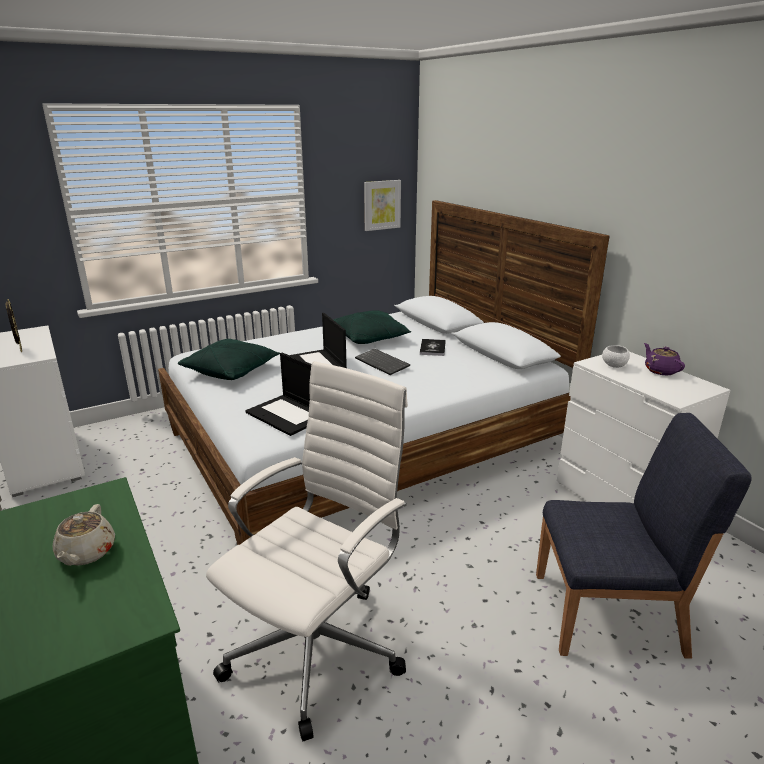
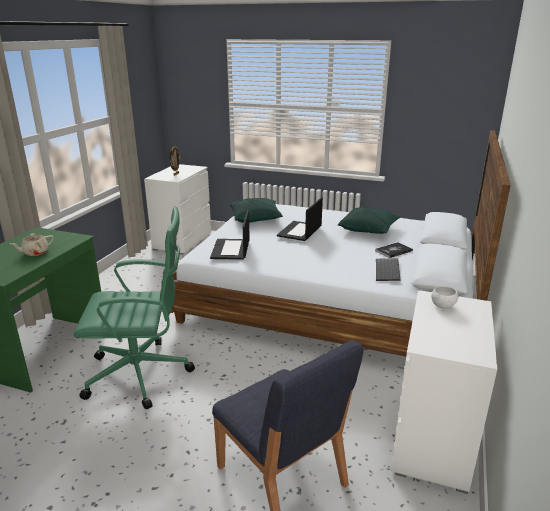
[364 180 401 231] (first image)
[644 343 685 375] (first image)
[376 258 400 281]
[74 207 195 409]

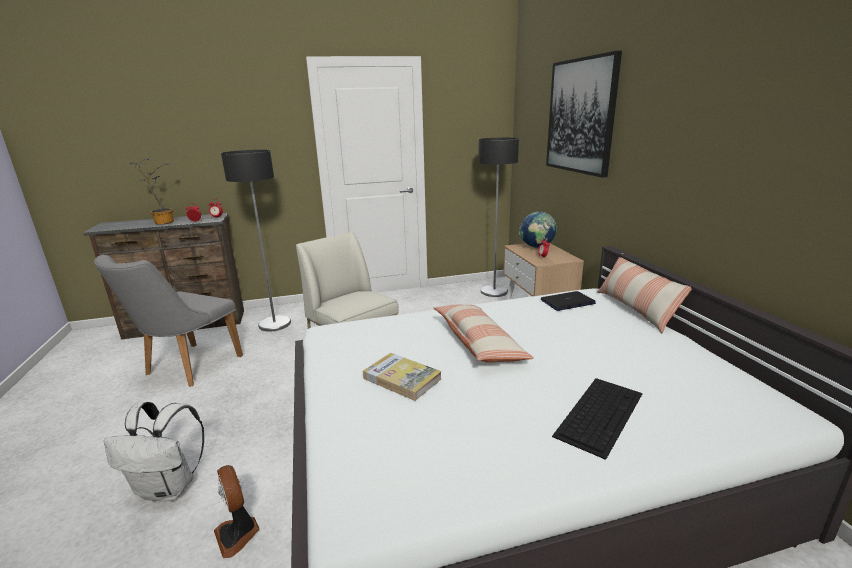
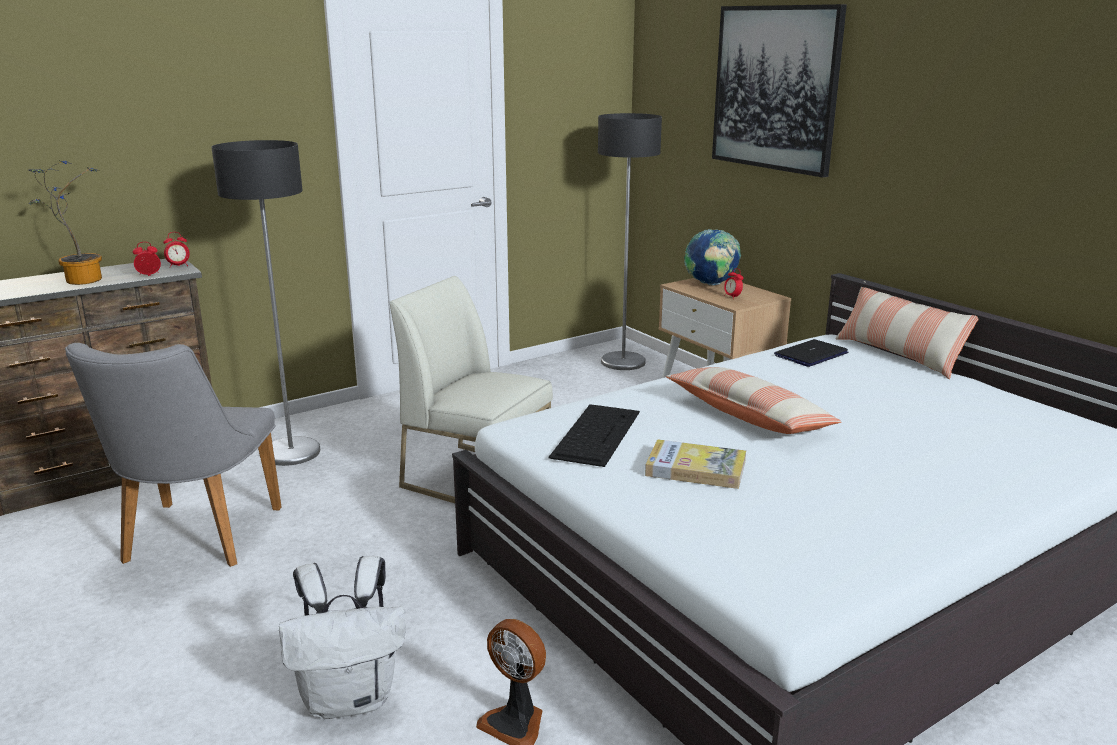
[549 404 640 467]

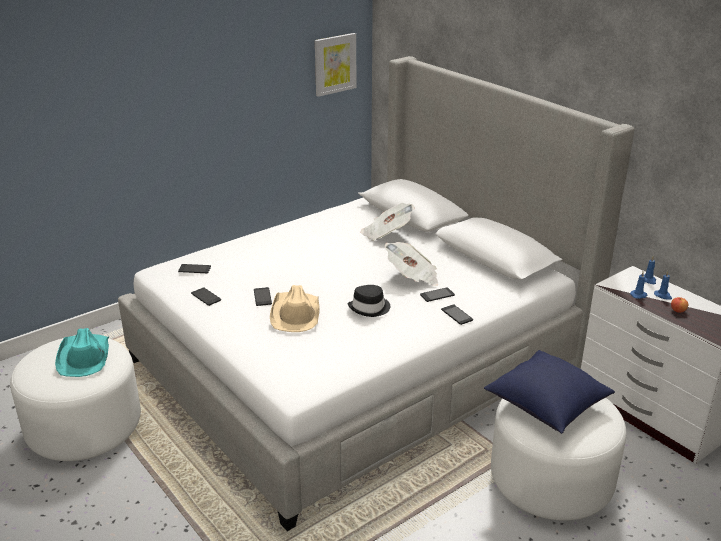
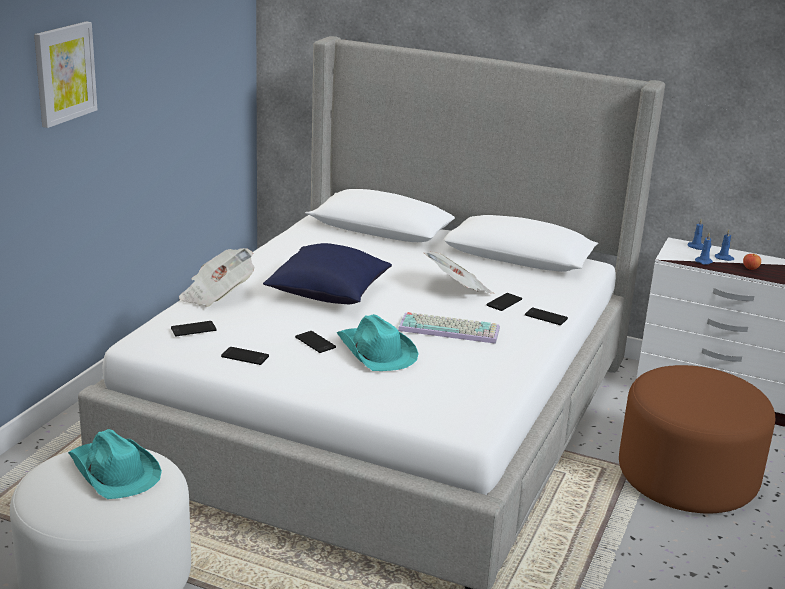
[34 21 97 128]
[179 248 255 307]
[337 314 419 371]
[398 312 500 344]
[263 243 392 304]
[619 365 775 513]

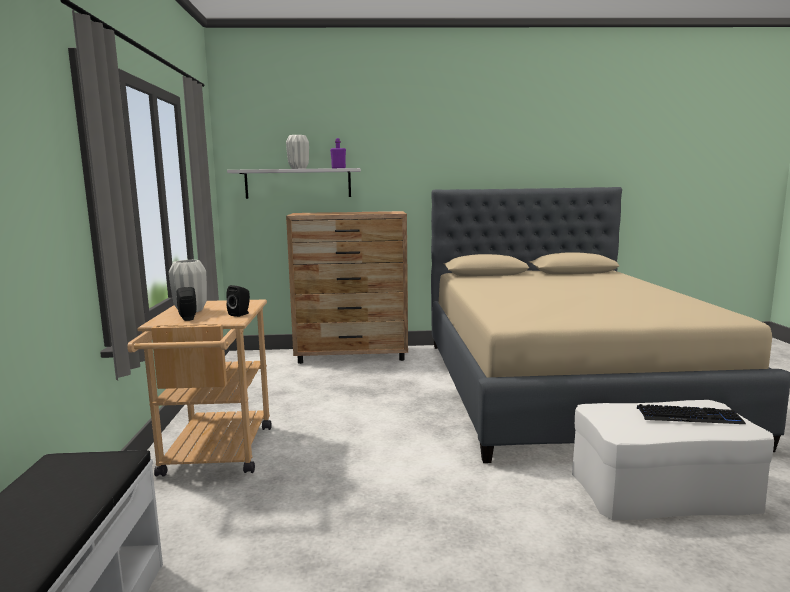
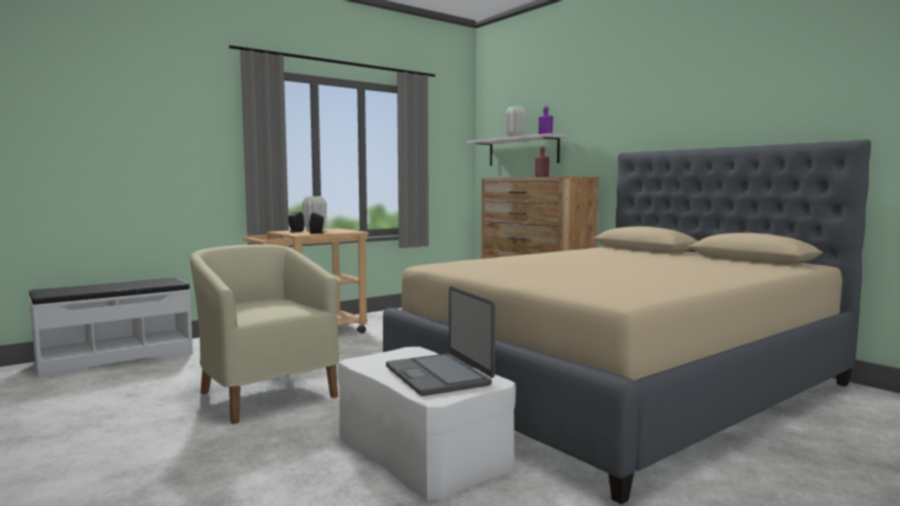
[386 286 496 396]
[535 146 549 177]
[190 244 339 424]

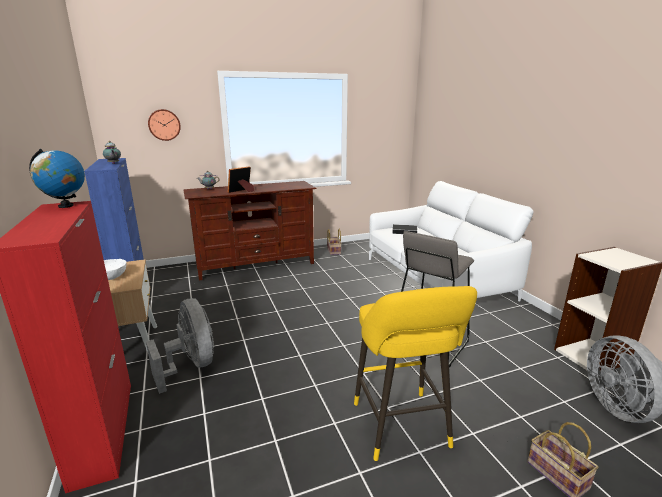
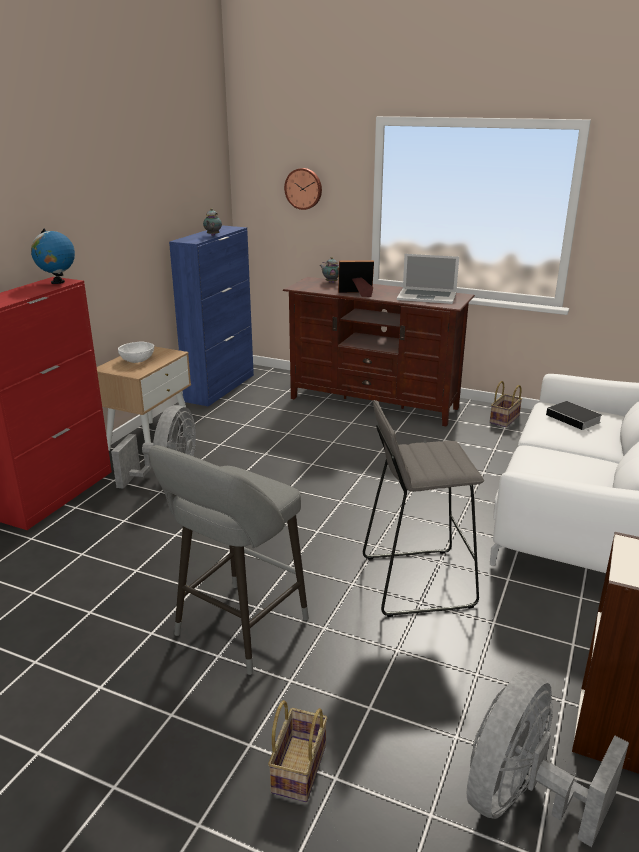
[149 445 309 675]
[397 254 459 304]

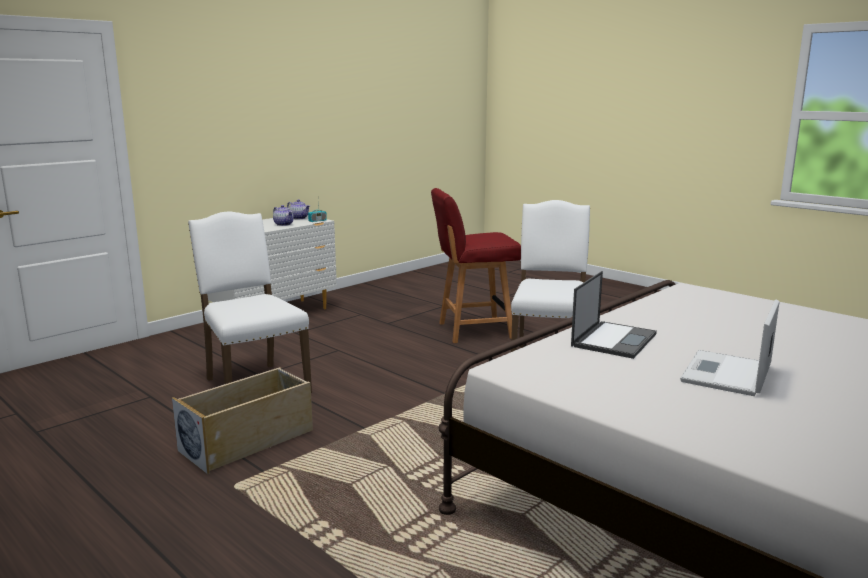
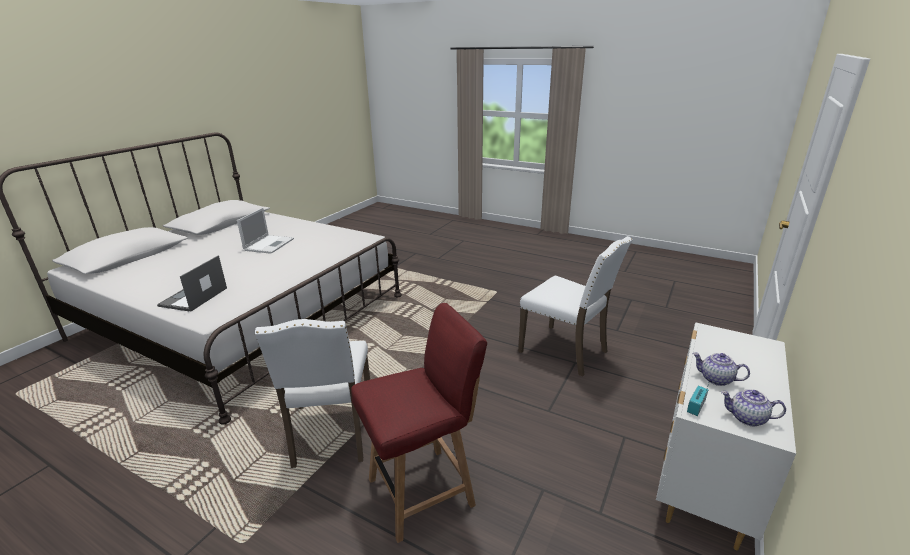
[157 255 227 312]
[172 367 313 474] (first image)

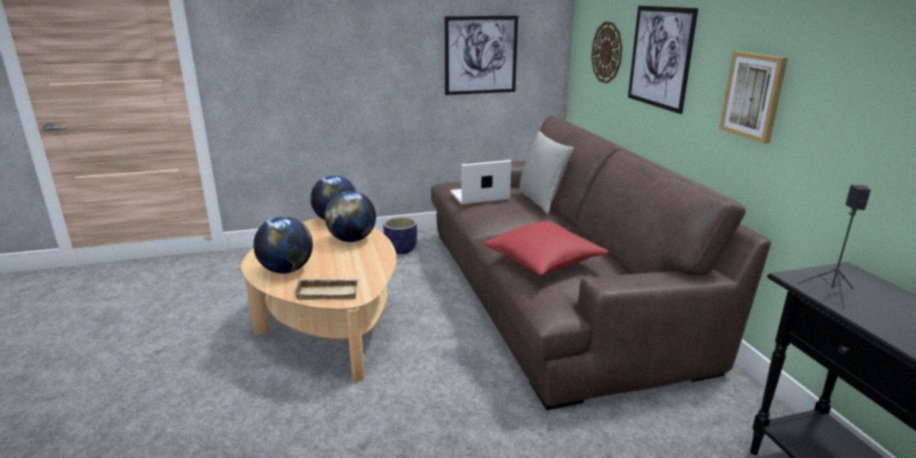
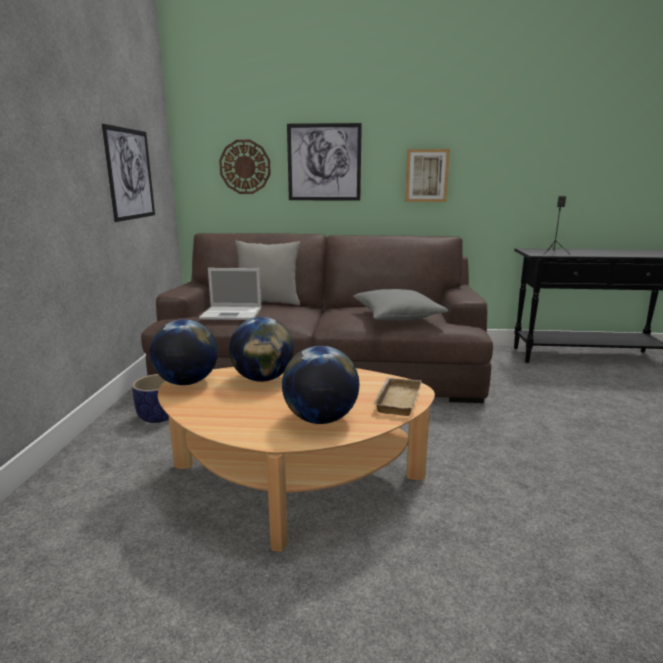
[199 268 261 320]
[353 289 448 321]

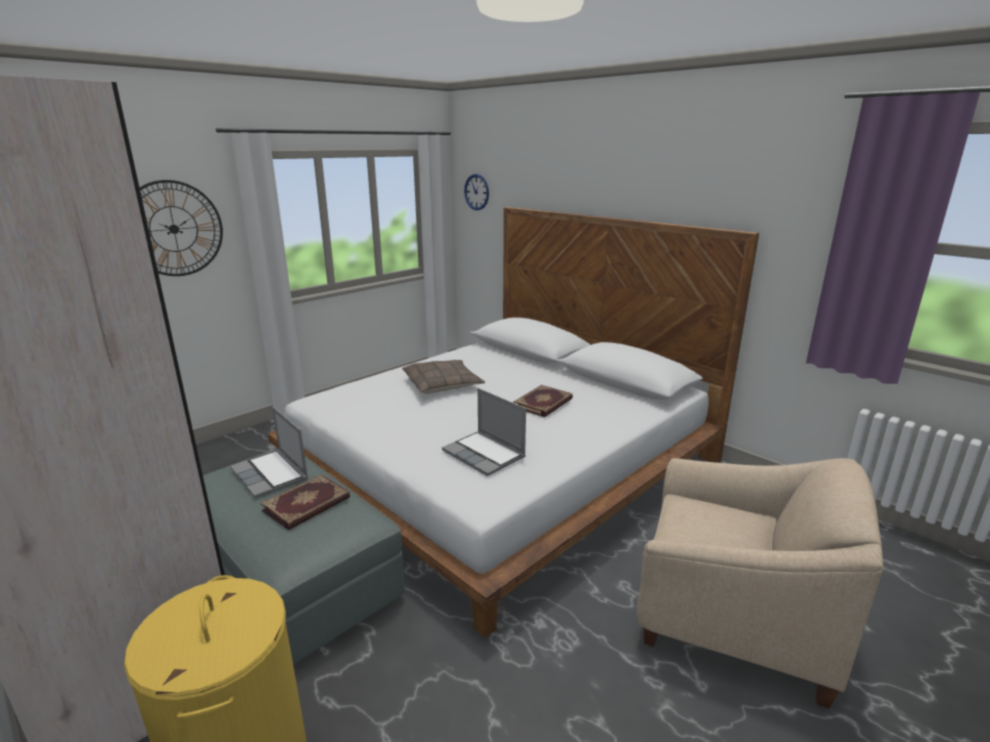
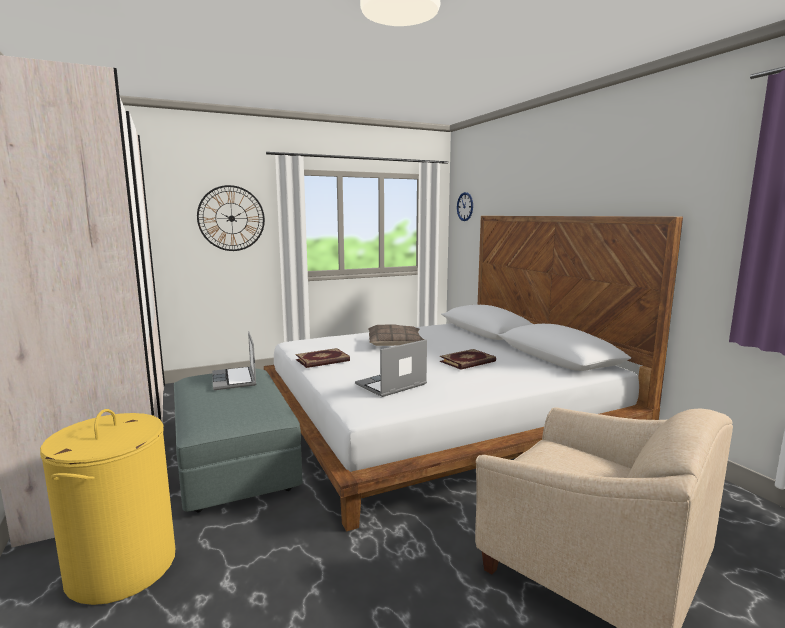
[355 339 427 397]
[296 348 350 368]

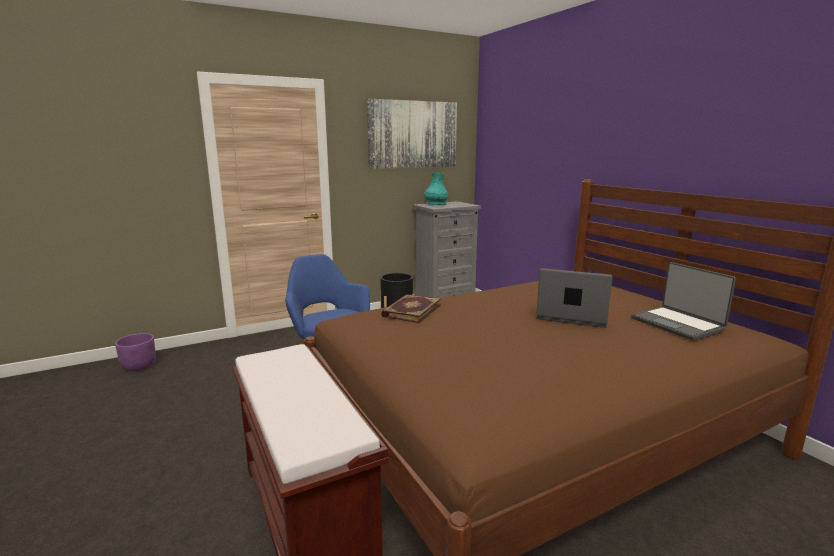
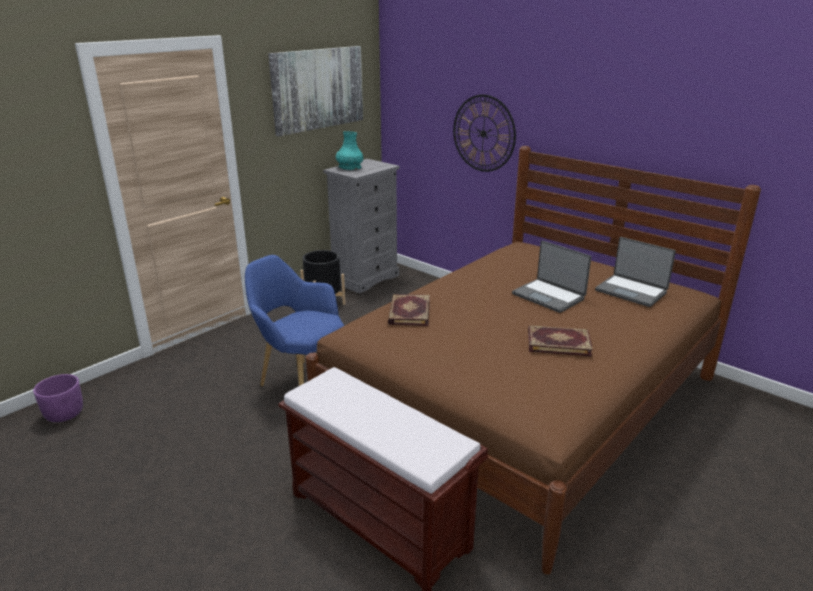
[512 241 591 313]
[453 94 516 172]
[528 325 593 357]

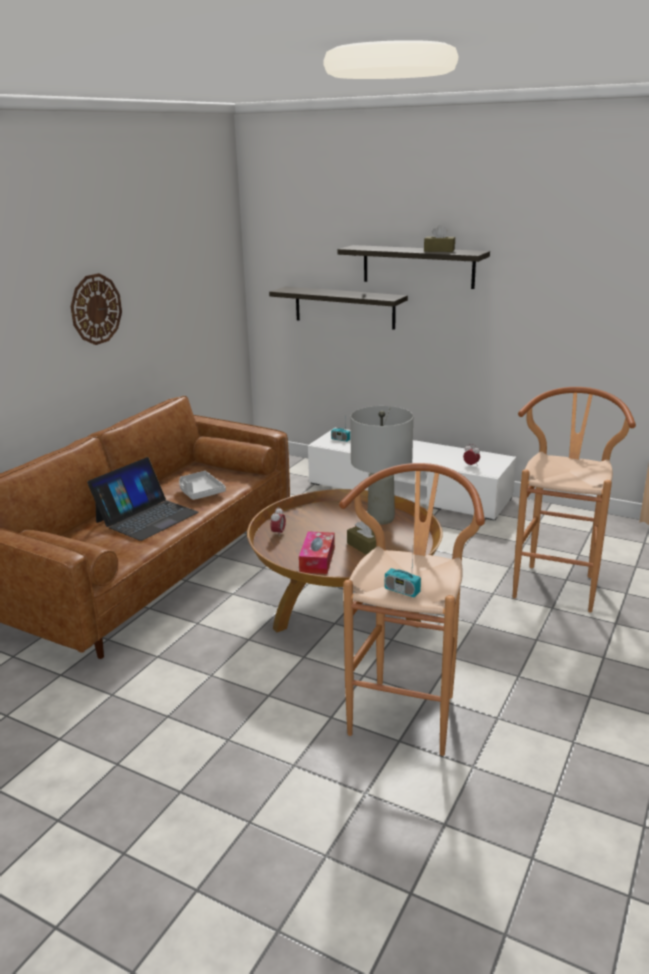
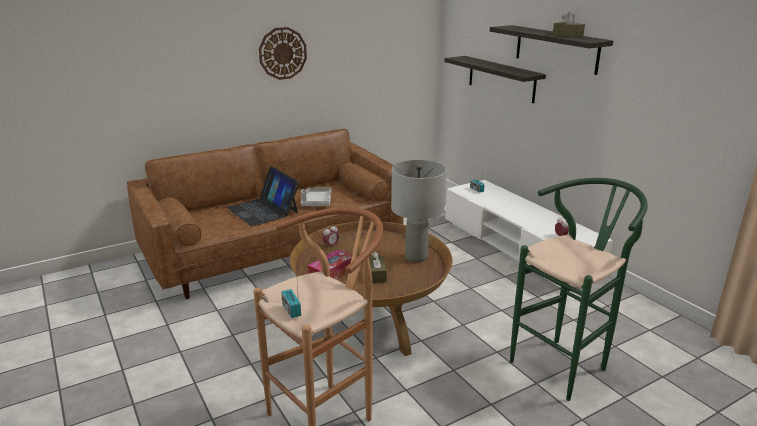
[510 178 648 401]
[227 166 299 226]

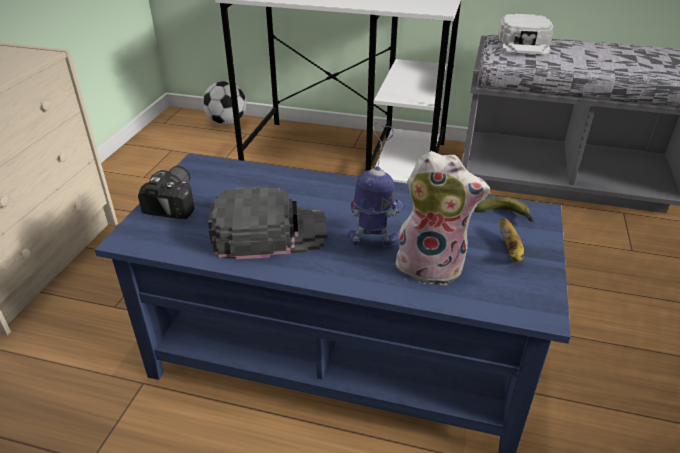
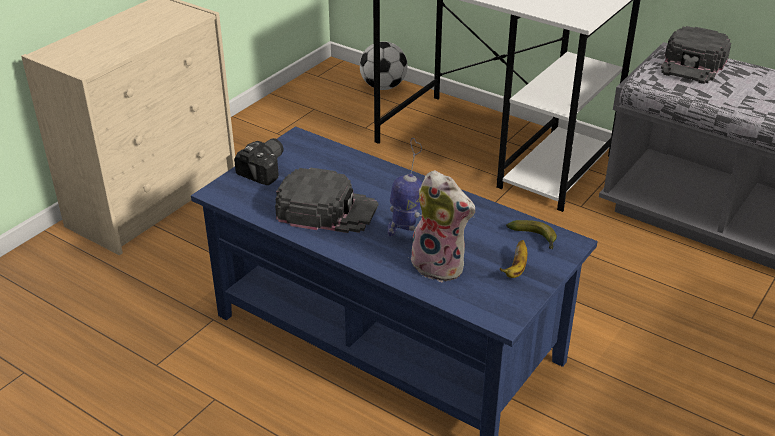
[661 26 731 84]

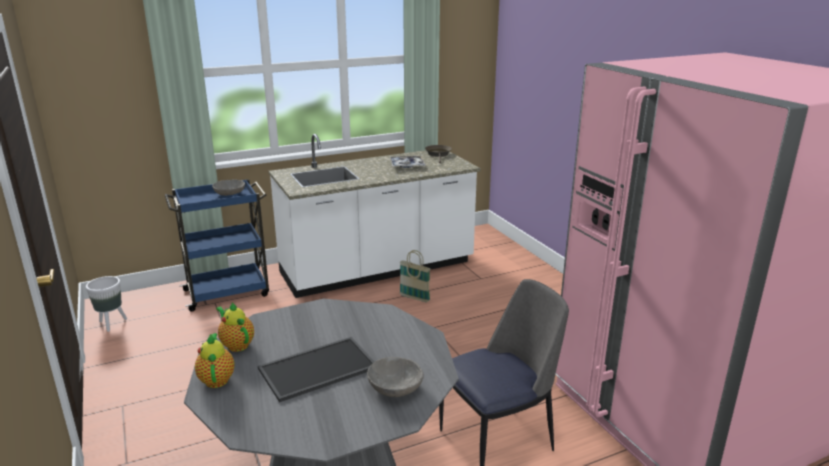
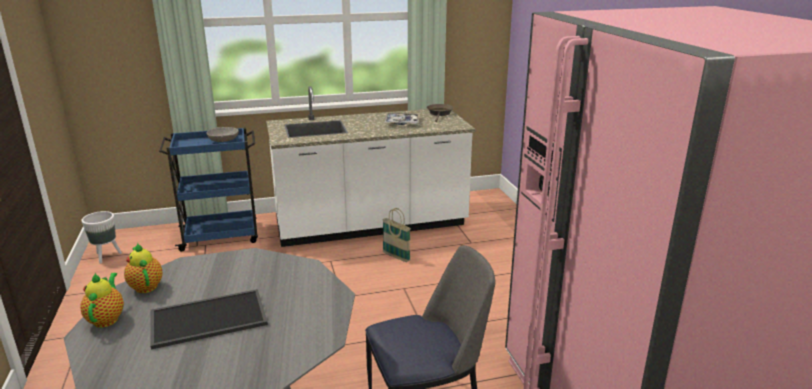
[367 357 424 397] (first image)

